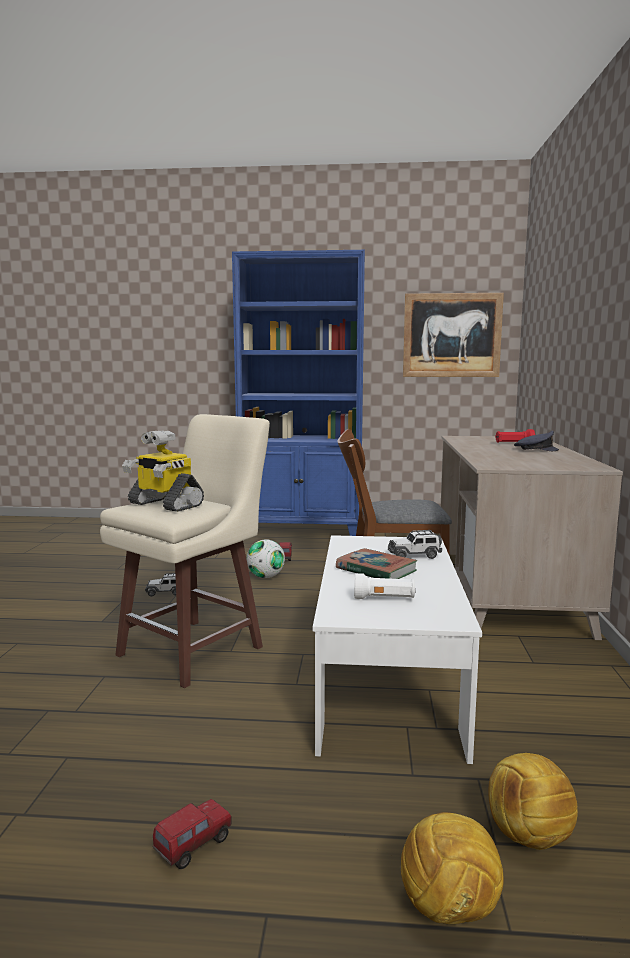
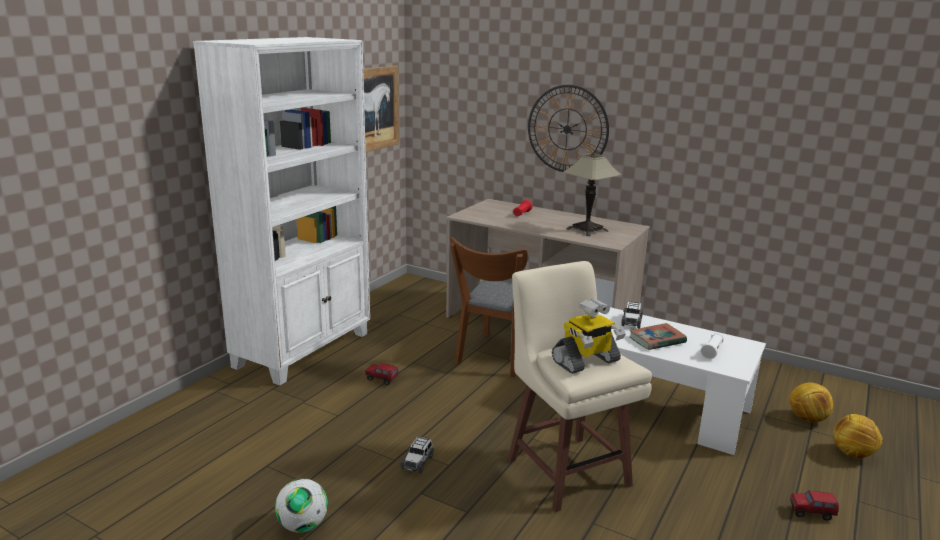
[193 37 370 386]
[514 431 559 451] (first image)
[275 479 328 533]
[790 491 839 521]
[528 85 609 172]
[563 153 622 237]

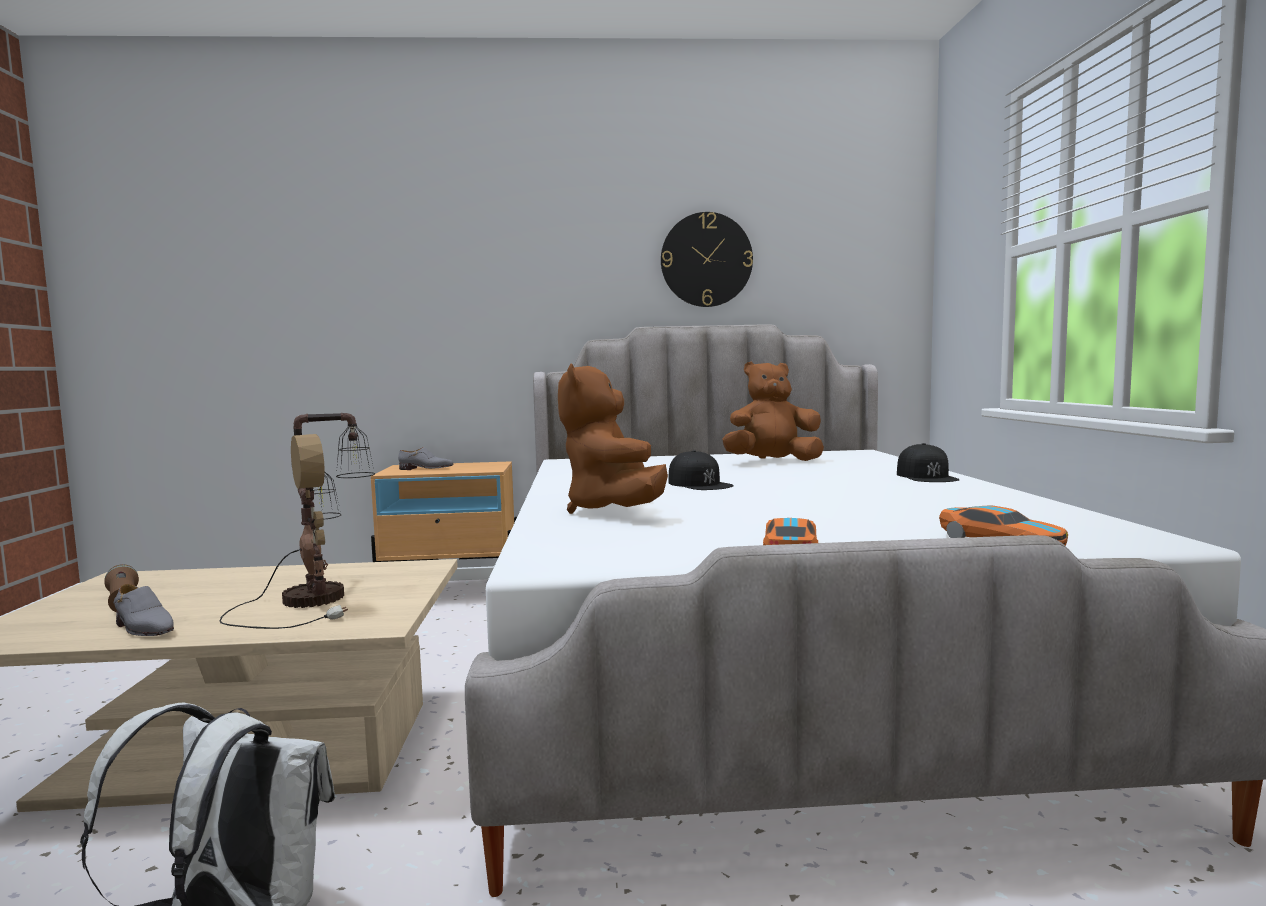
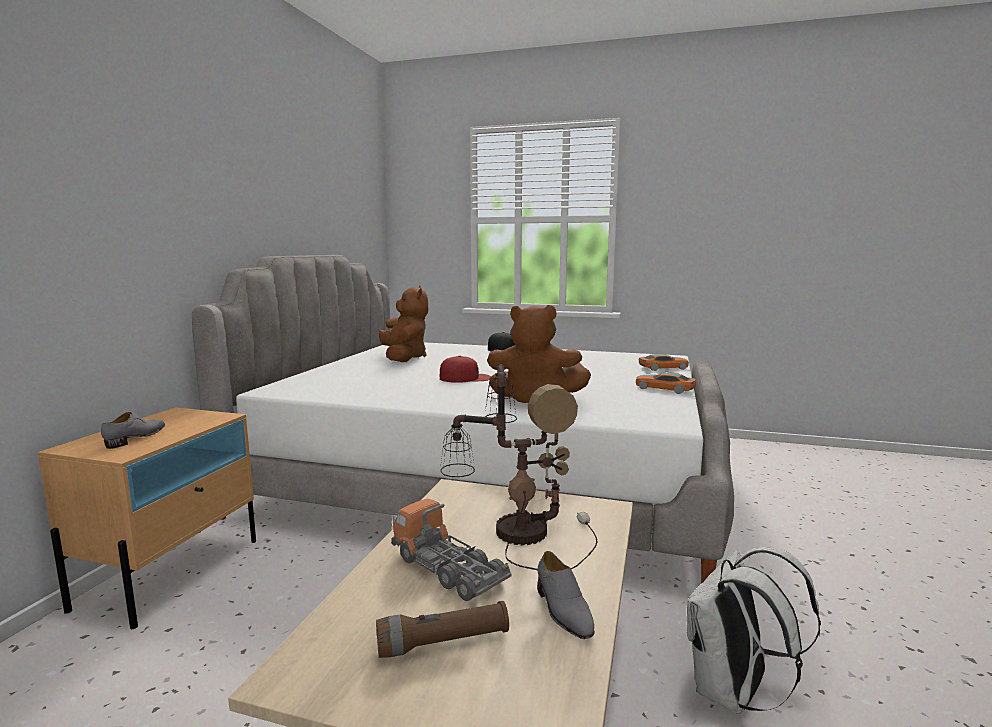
[661 212 753 307] (first image)
[379 285 428 362]
[439 356 491 383]
[537 551 594 639]
[391 499 512 601]

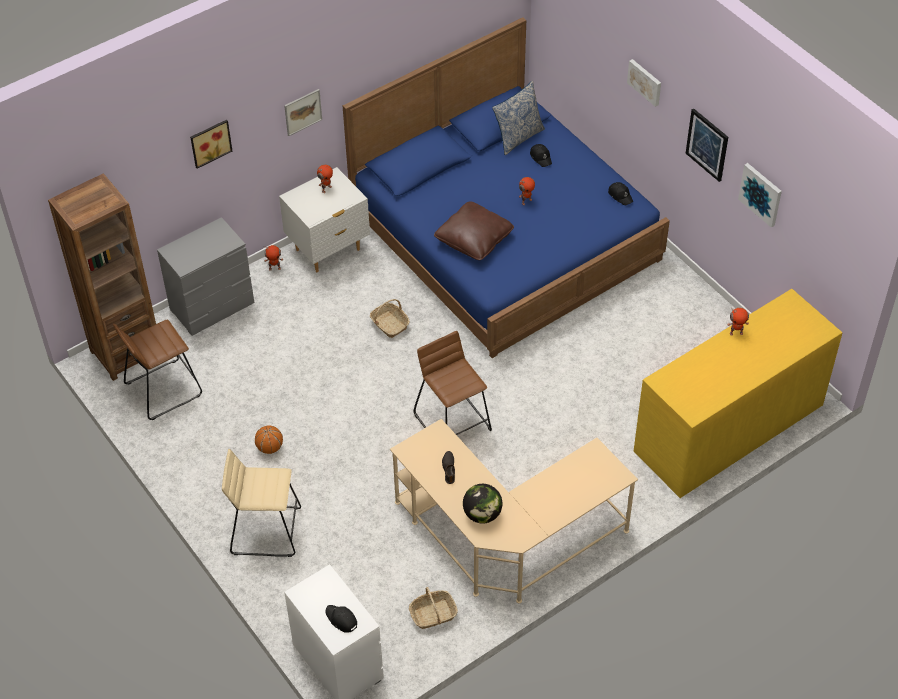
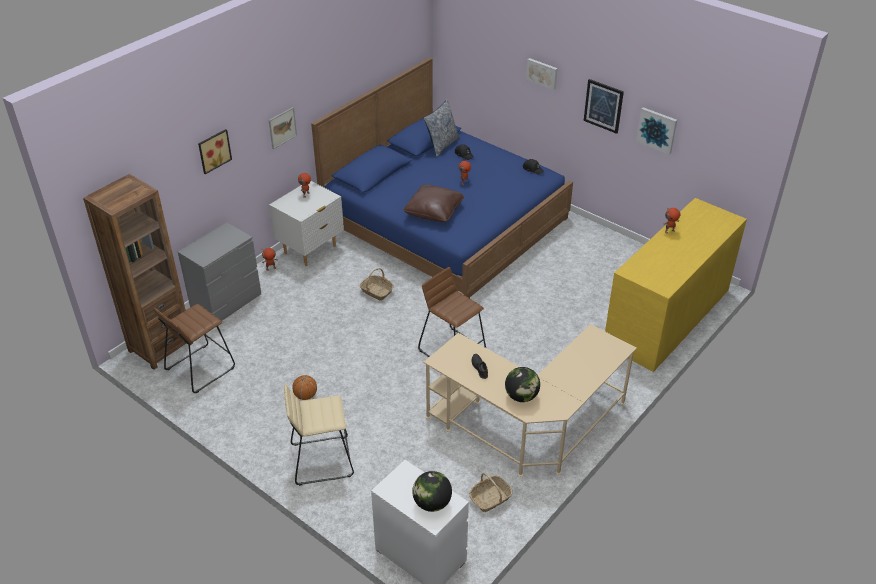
[412 471 452 512]

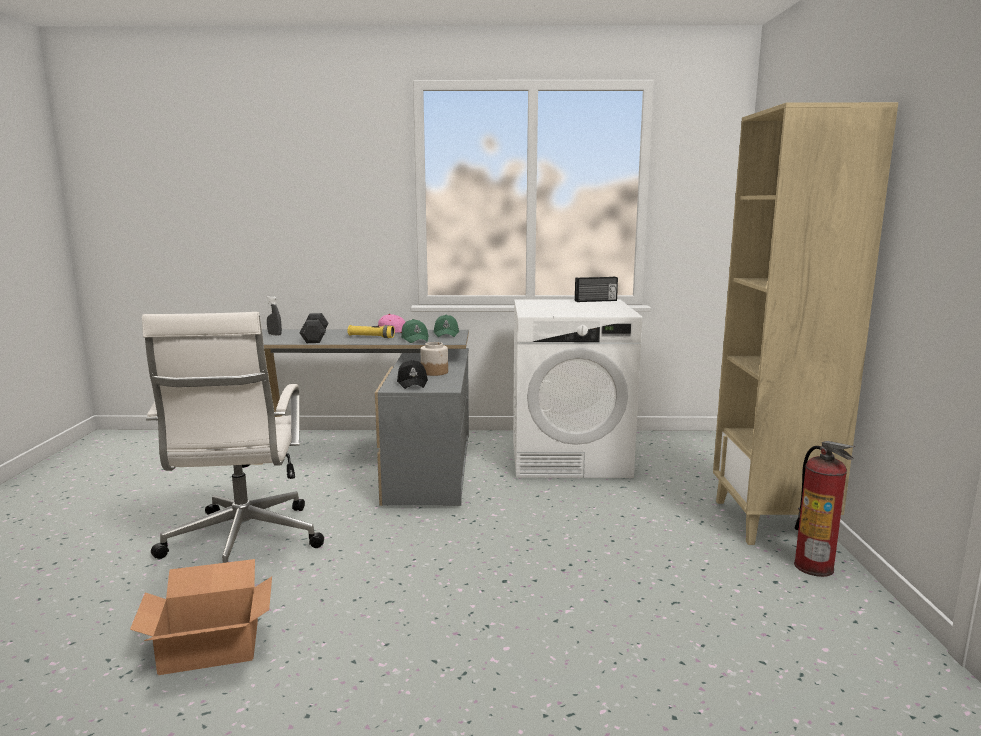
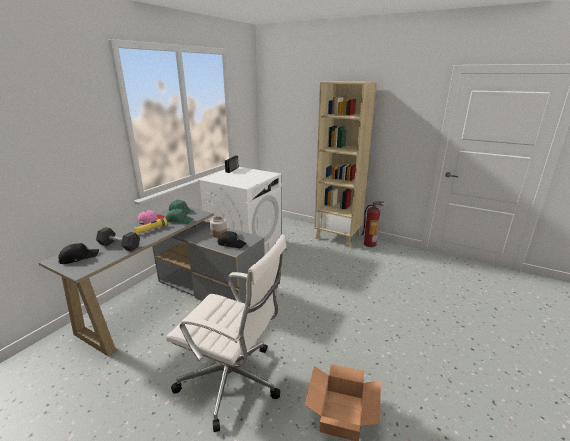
[58 243 99 264]

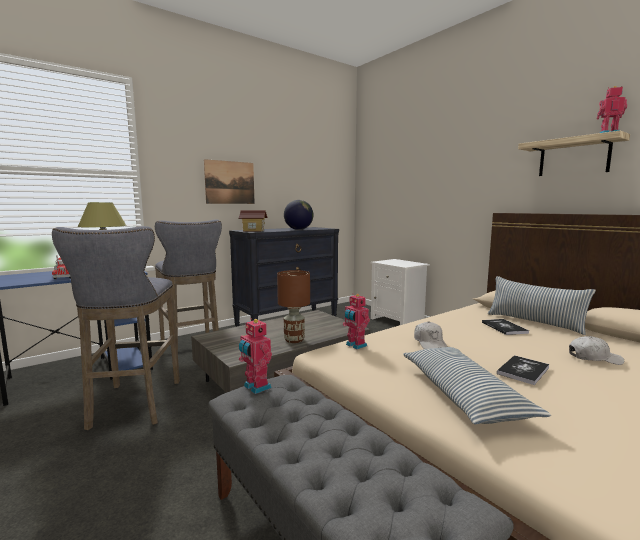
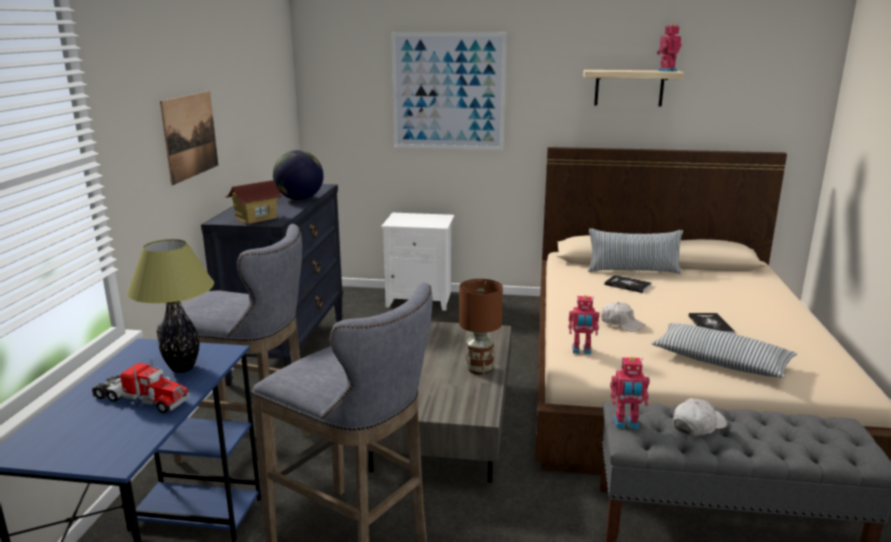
[673 398 727 436]
[391 32 507 150]

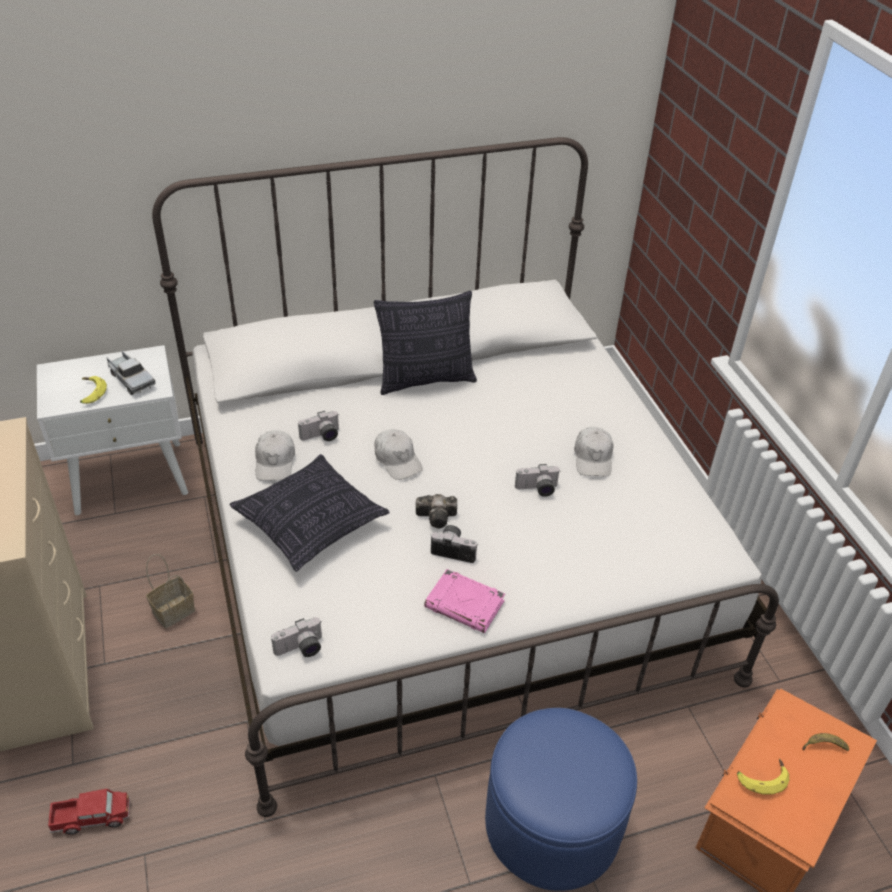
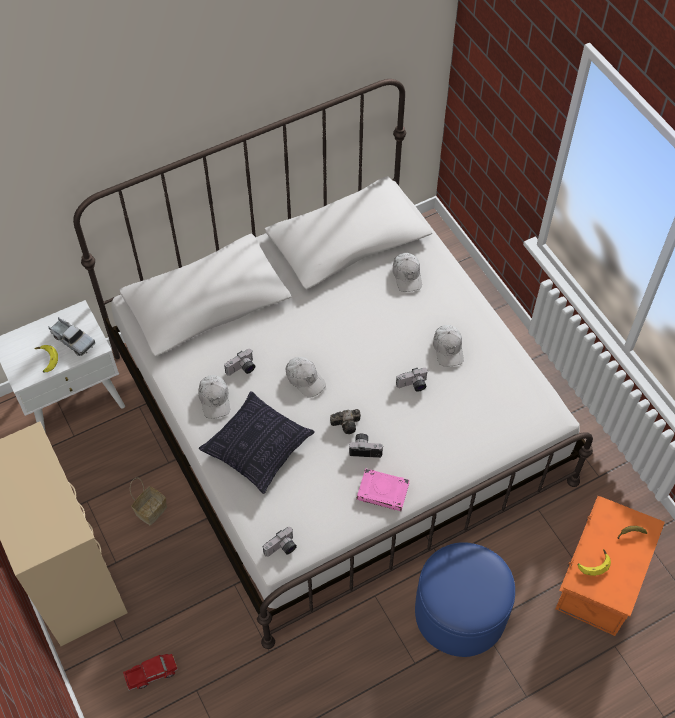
[374 291 477 395] (first image)
[392 253 422 292]

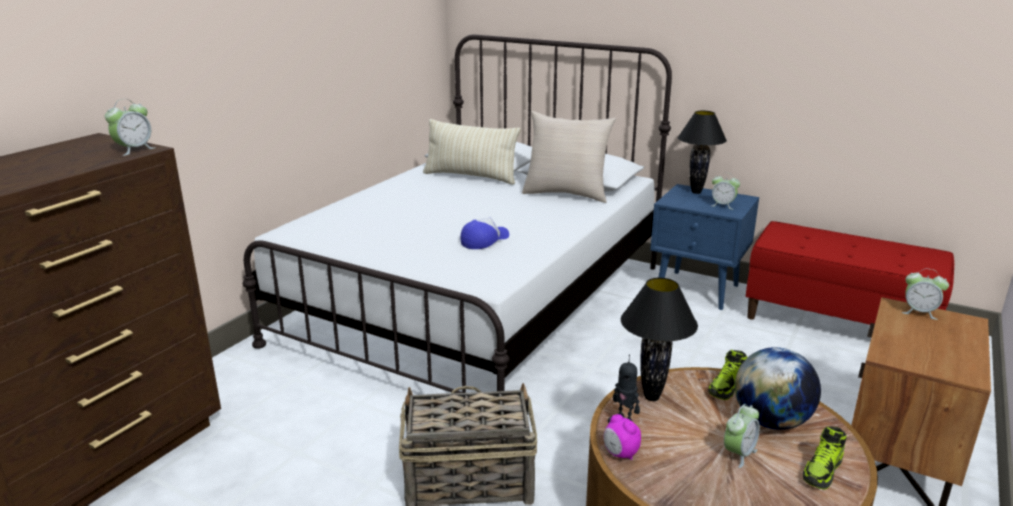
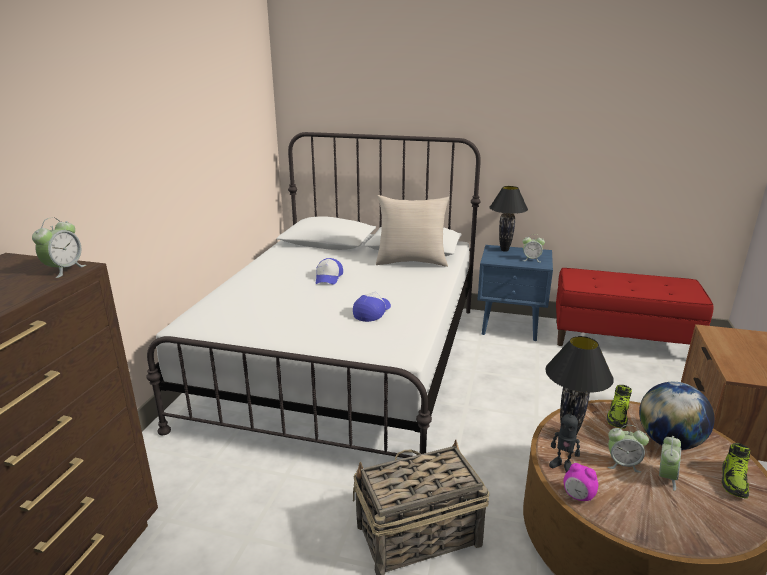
[423 119 521 184] (first image)
[608 425 649 473]
[316 258 343 285]

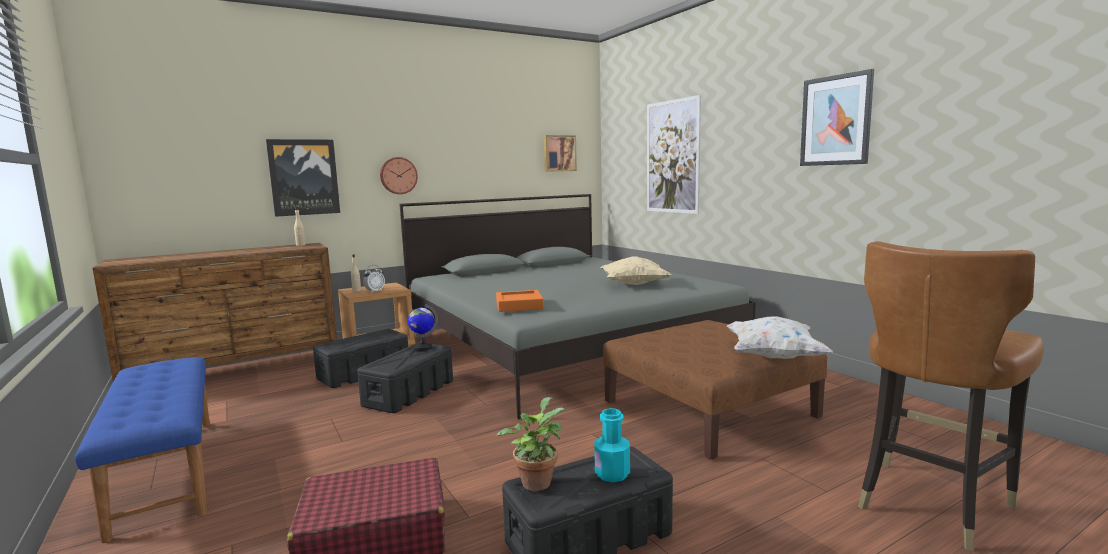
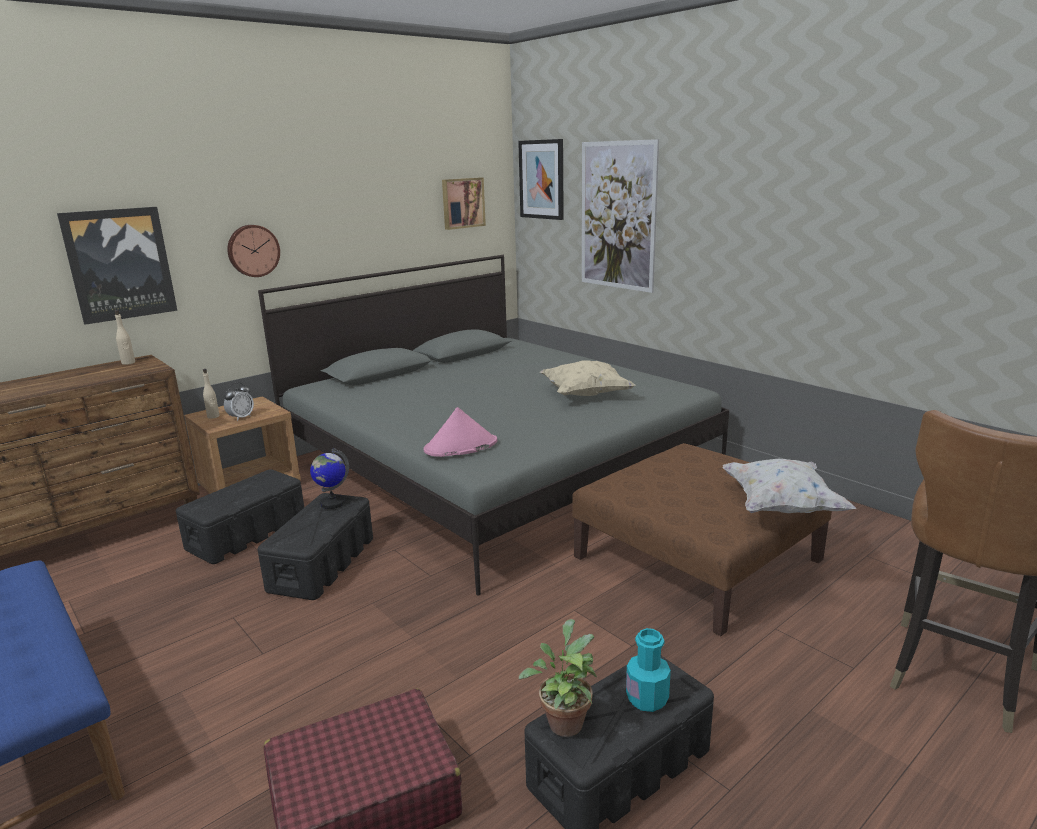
[518 139 564 220]
[424 407 497 457]

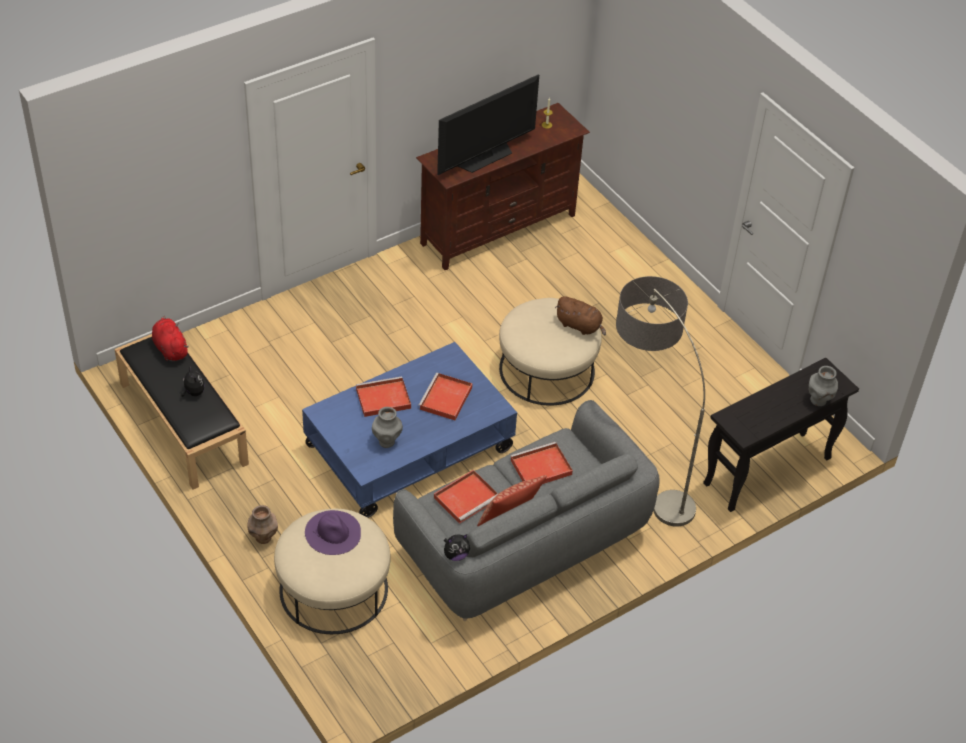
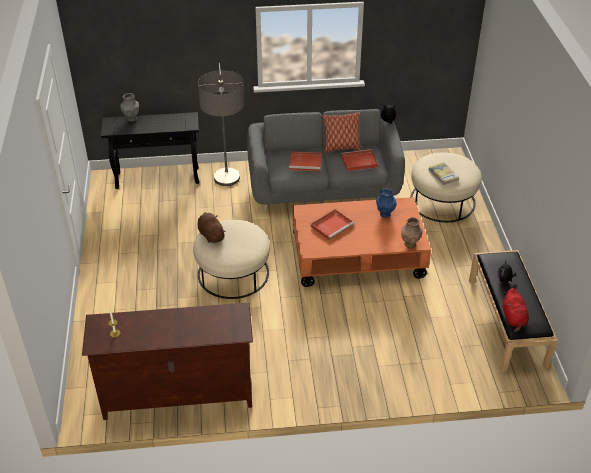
[437 74 539 175] (first image)
[293 197 431 287]
[356 376 411 417] (first image)
[376 189 397 218]
[401 218 423 248]
[429 162 459 185]

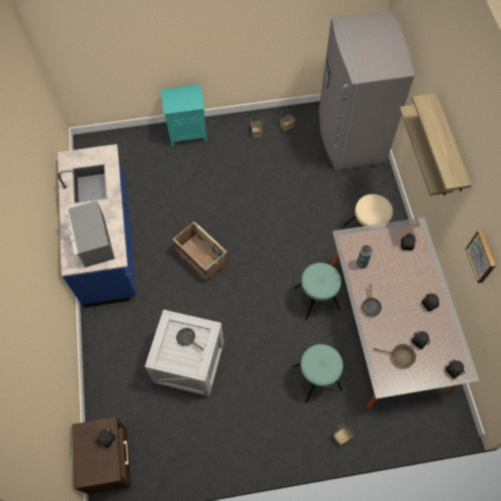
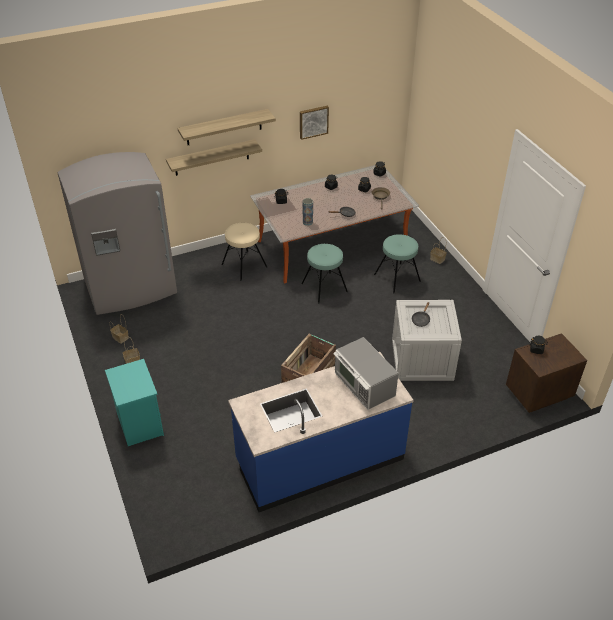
[333 337 398 410]

